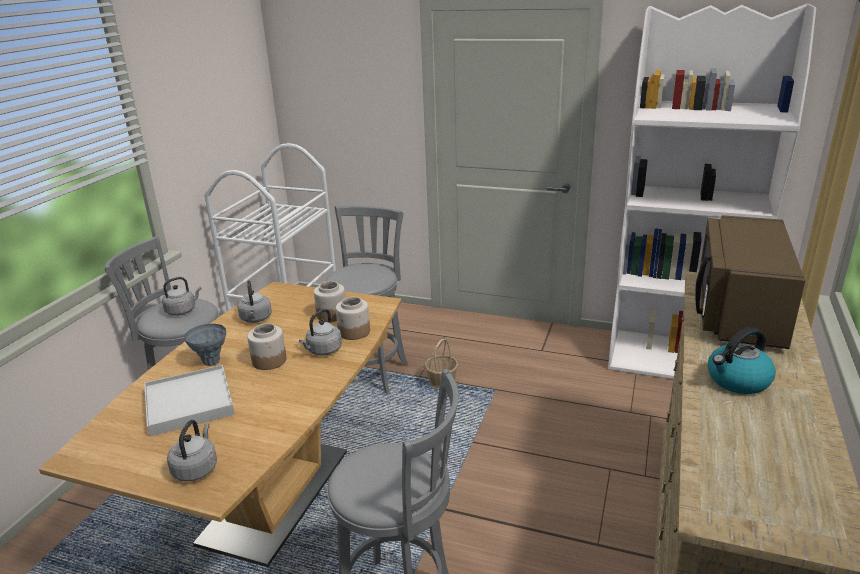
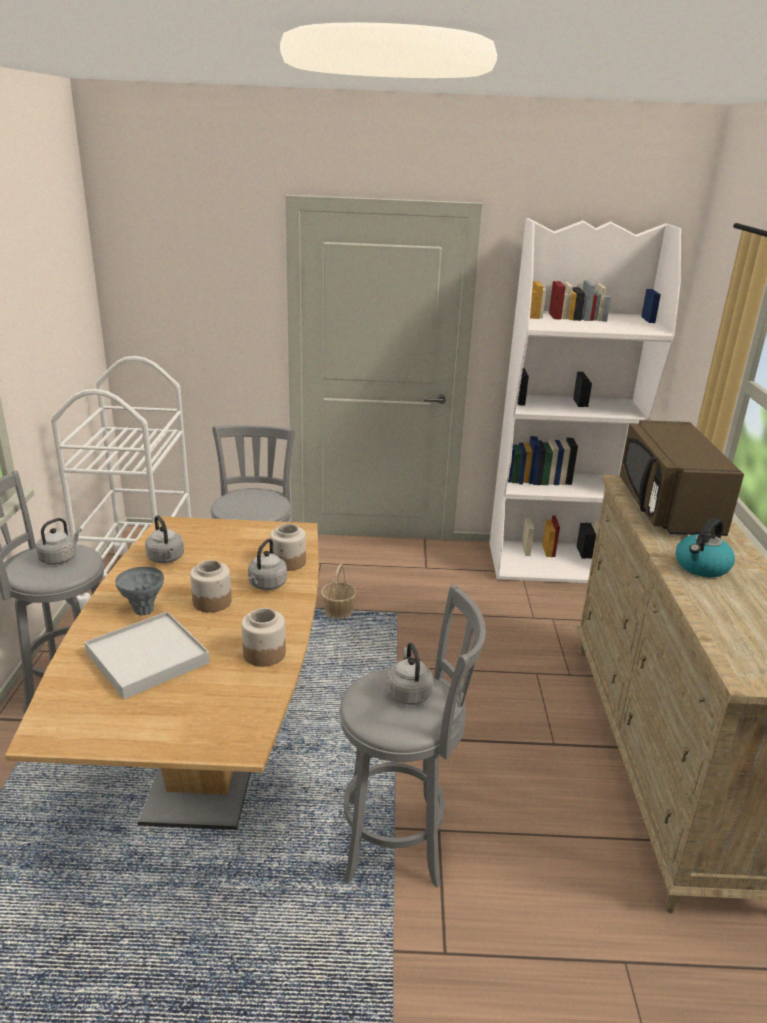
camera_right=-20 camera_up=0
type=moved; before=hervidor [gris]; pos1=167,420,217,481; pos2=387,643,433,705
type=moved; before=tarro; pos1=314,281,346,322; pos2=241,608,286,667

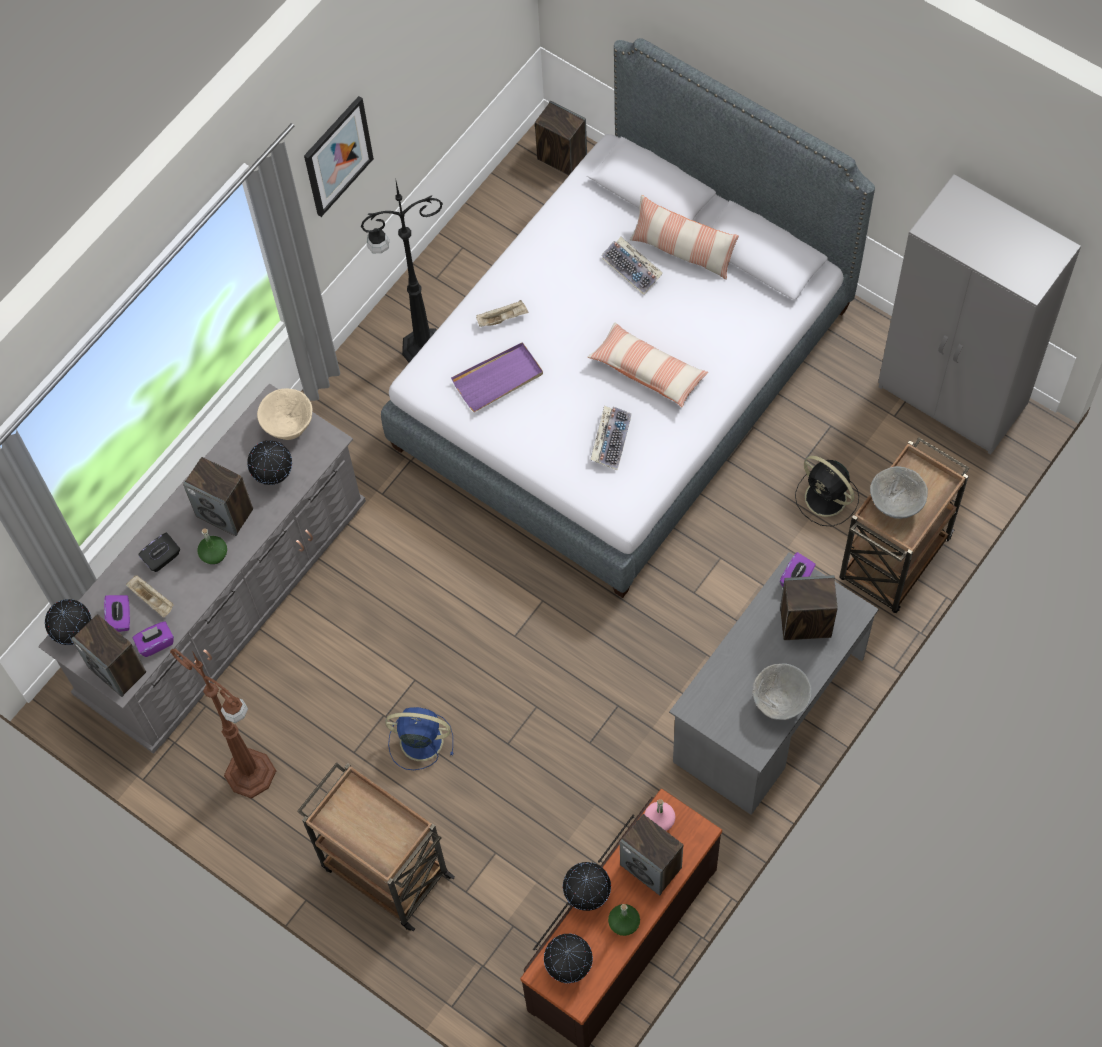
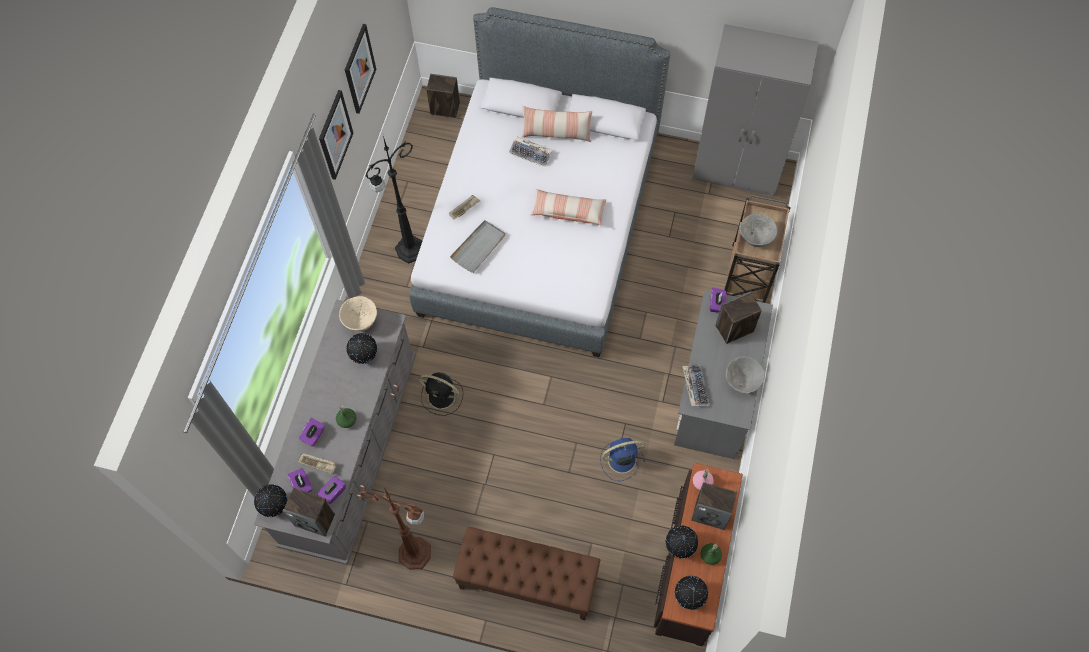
camera_right=-25 camera_up=0
type=removed; before=altavoz; pos1=183,457,253,536
type=added; after=cuadro; pos2=345,24,376,114
type=moved; before=ventilador [azul]; pos1=385,707,453,770; pos2=600,438,646,481
type=moved; before=teclado; pos1=590,406,631,470; pos2=682,364,710,406
type=moved; before=ventilador [negro]; pos1=795,456,859,526; pos2=419,372,463,416
type=replaced; before=carrito [marrón]; after=banco [marrón]; pos1=297,763,455,931; pos2=453,527,601,620
type=recoloured; before=caja de pañuelos [negro]; after=caja de pañuelos [morado]; pos1=138,533,180,572; pos2=299,418,325,446
type=recoloured; before=bandeja [morado]; after=bandeja [gris]; pos1=451,342,543,412; pos2=450,220,506,273

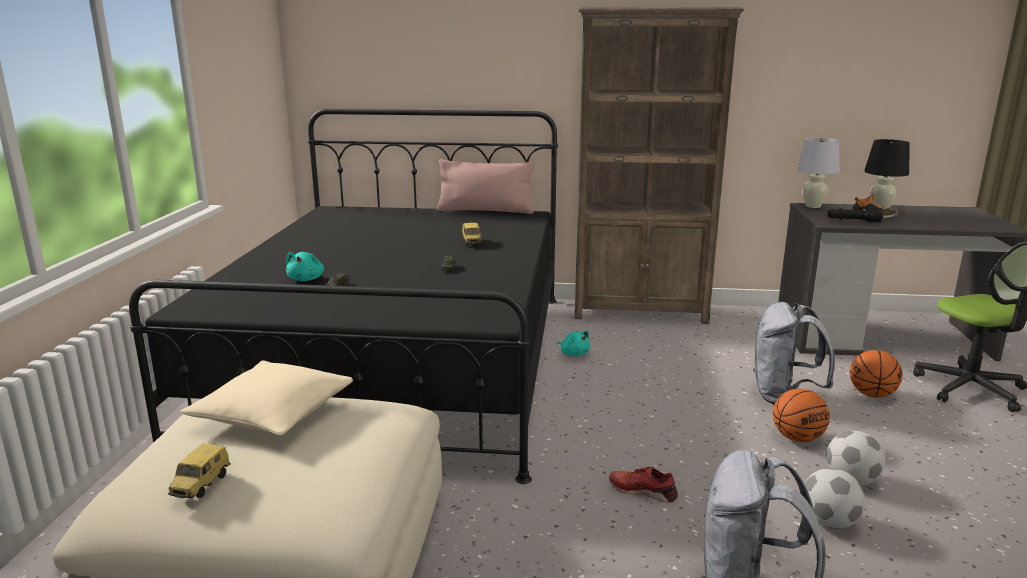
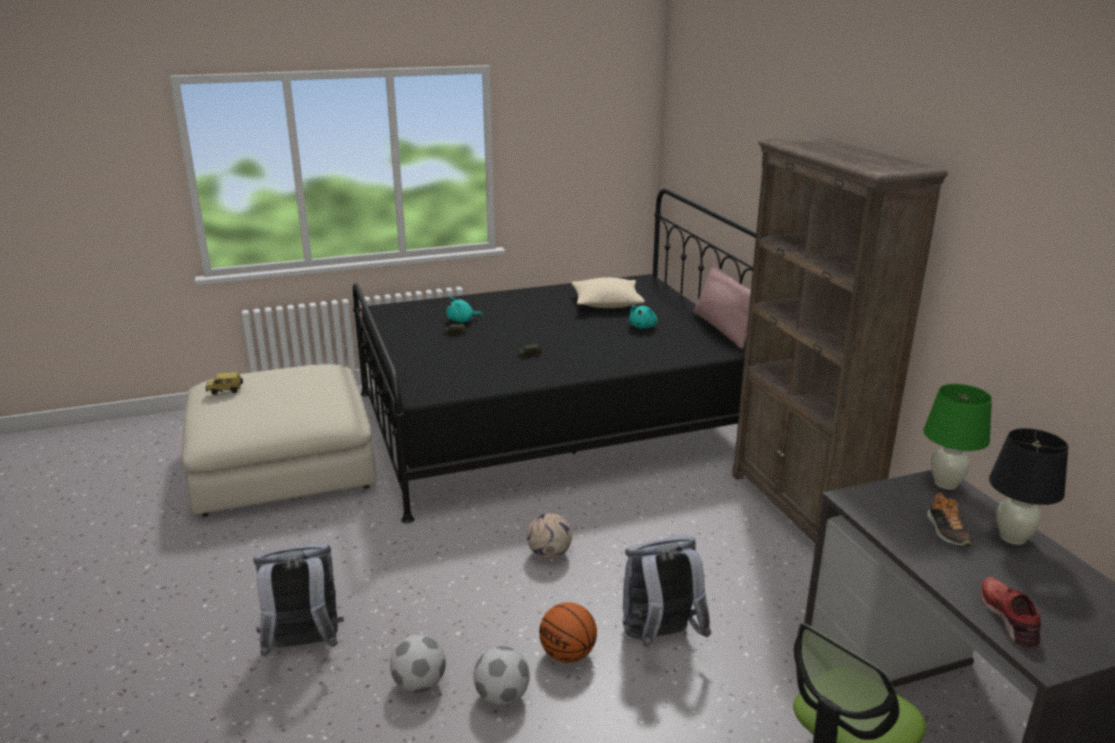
camera_right=65 camera_up=5
type=removed; before=coche de juguete; pos1=462,223,482,246
type=removed; before=linterna [negro]; pos1=827,207,883,222
type=removed; before=balón de baloncesto; pos1=850,350,902,398
type=added; after=balón de fútbol; pos2=527,513,572,559
type=moved; before=cojín [beis]; pos1=181,361,353,436; pos2=571,277,645,308
type=moved; before=peluche [turquesa]; pos1=556,331,590,356; pos2=629,305,658,329
type=moved; before=zapato [rojo]; pos1=609,467,678,502; pos2=981,577,1041,647
type=recoloured; before=lámpara de mesa [blanco]; after=lámpara de mesa [verde]; pos1=797,138,840,208; pos2=924,384,992,489

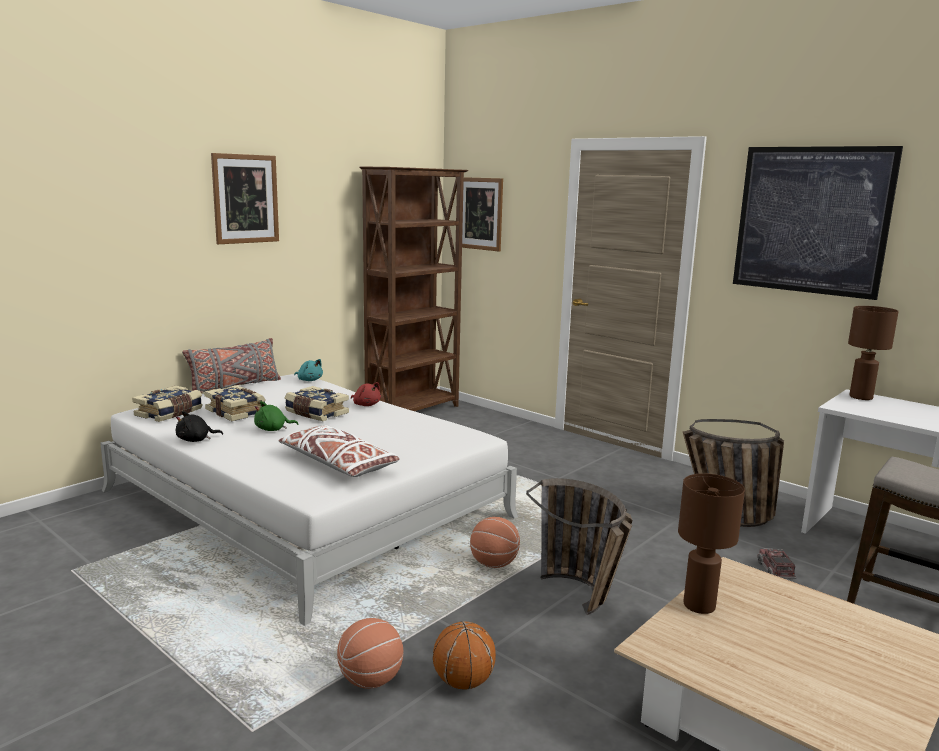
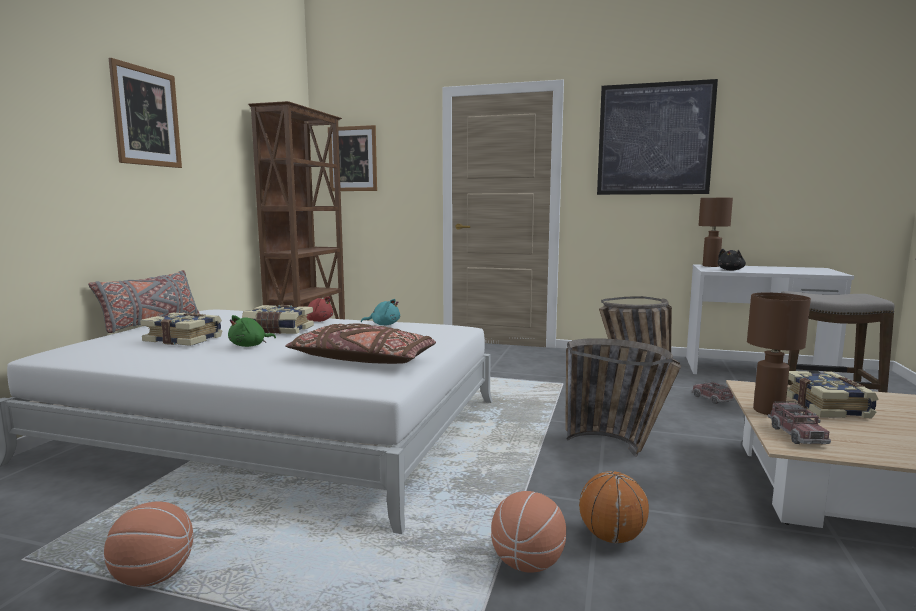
camera_right=-25 camera_up=-5
type=added; after=camión de juguete; pos2=768,401,831,444
type=moved; before=libro; pos1=132,386,203,422; pos2=787,371,878,418
type=moved; before=peluche [negro]; pos1=176,411,223,442; pos2=718,249,746,271
type=moved; before=peluche [turquesa]; pos1=294,359,323,381; pos2=361,299,400,325
type=moved; before=balón de baloncesto; pos1=470,517,520,568; pos2=104,501,193,587
type=recoloured; before=cojín [blanco]; after=cojín [marrón]; pos1=278,425,399,477; pos2=285,324,436,364

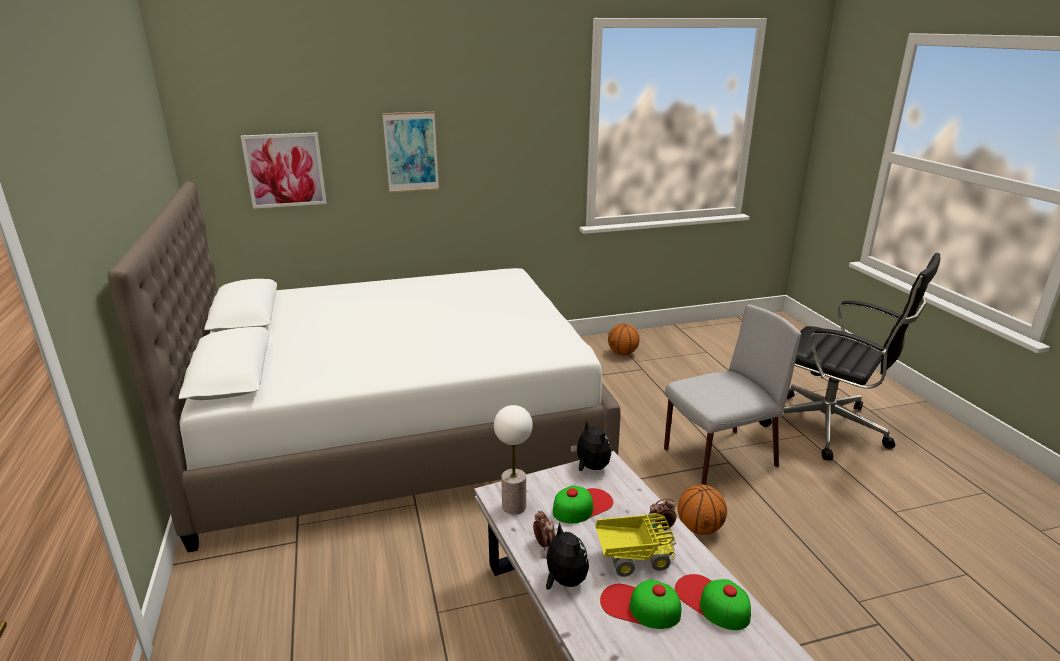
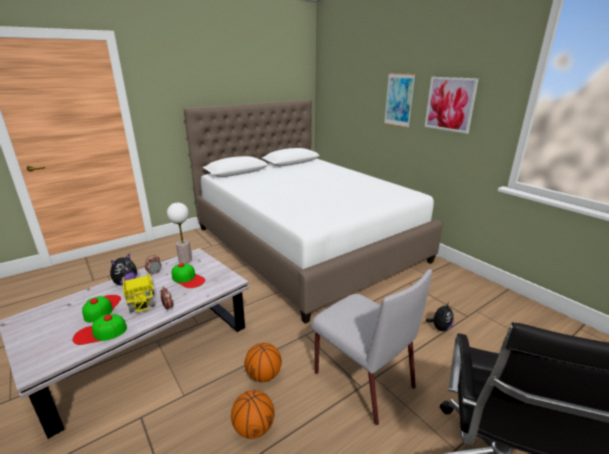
camera_right=70 camera_up=0
type=moved; before=cuadro; pos1=241,133,327,209; pos2=425,77,479,134
type=moved; before=peluche; pos1=571,420,611,471; pos2=426,302,454,331
type=moved; before=balón de baloncesto; pos1=608,323,640,355; pos2=231,390,275,439
type=turned; before=gorra; pos1=675,574,751,630; pos2=73,314,127,345; turn=-135

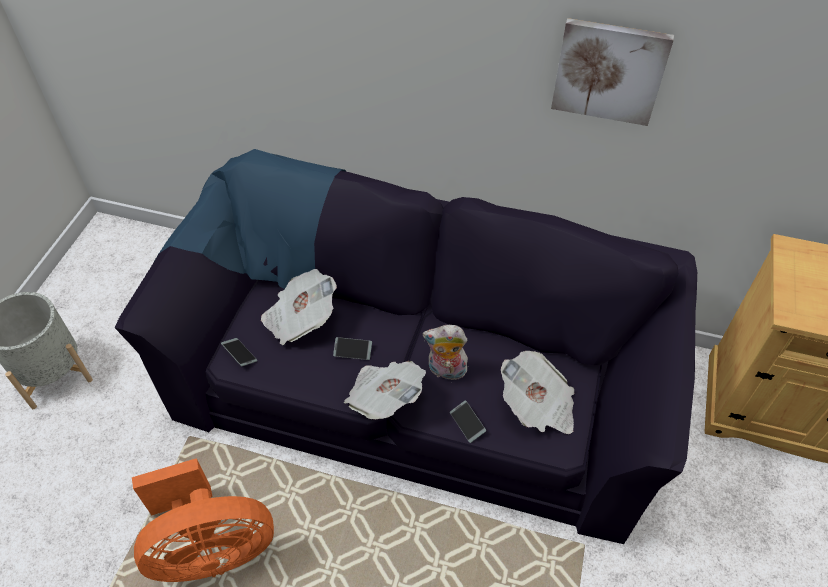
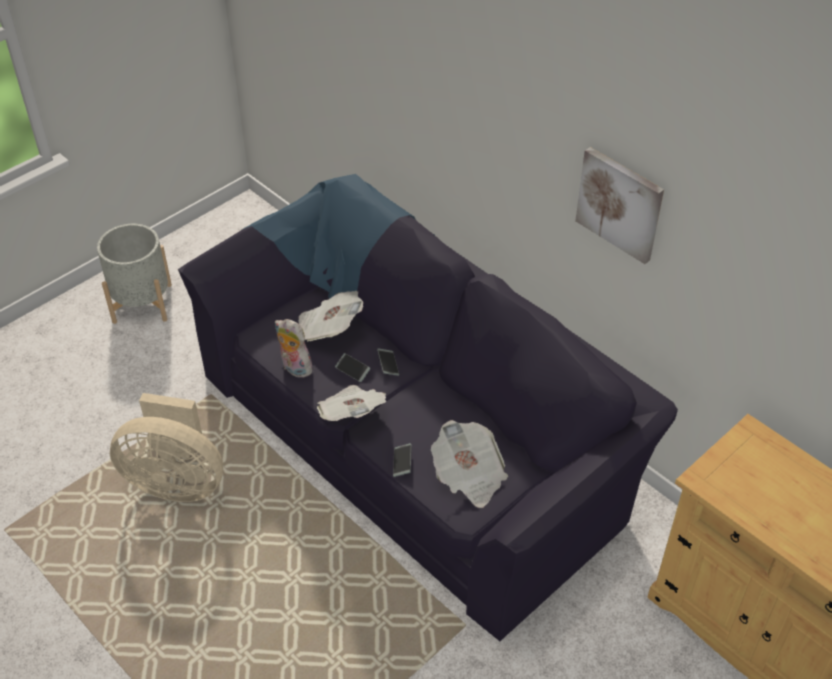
camera_right=30 camera_up=-5
type=moved; before=móvil; pos1=221,338,257,366; pos2=377,348,399,376
type=moved; before=peluche; pos1=423,325,470,380; pos2=275,319,314,378
type=recoloured; before=ventilador [naranja]; after=ventilador [beis]; pos1=132,458,274,582; pos2=110,393,223,502

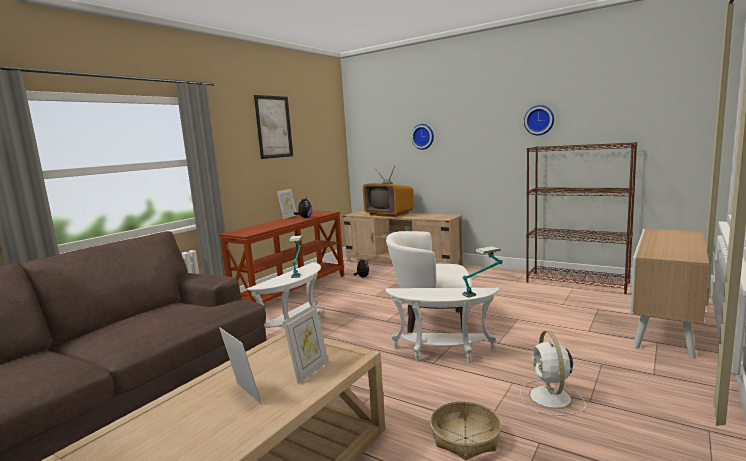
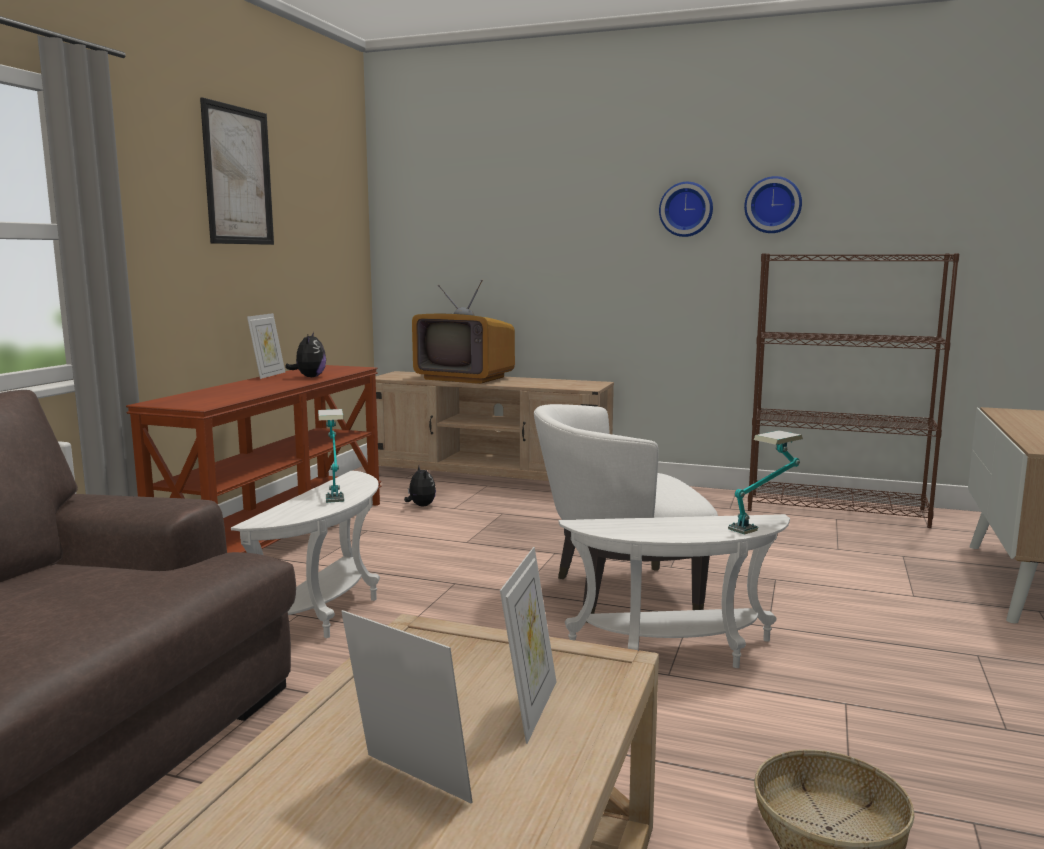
camera_right=-15 camera_up=0
type=removed; before=ventilador [blanco]; pos1=520,331,586,416
type=moved; before=reloj de pared; pos1=411,124,434,150; pos2=659,182,713,237

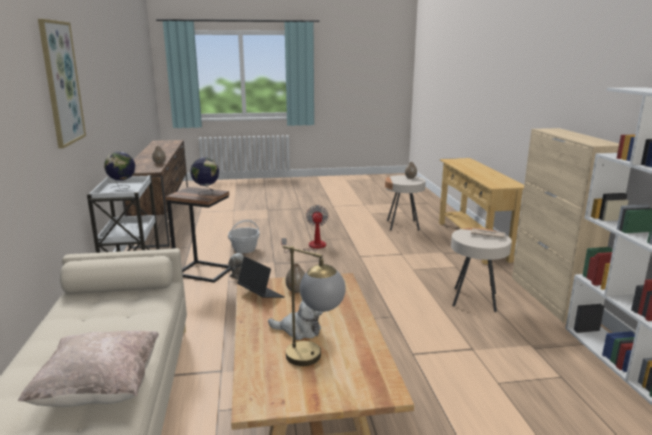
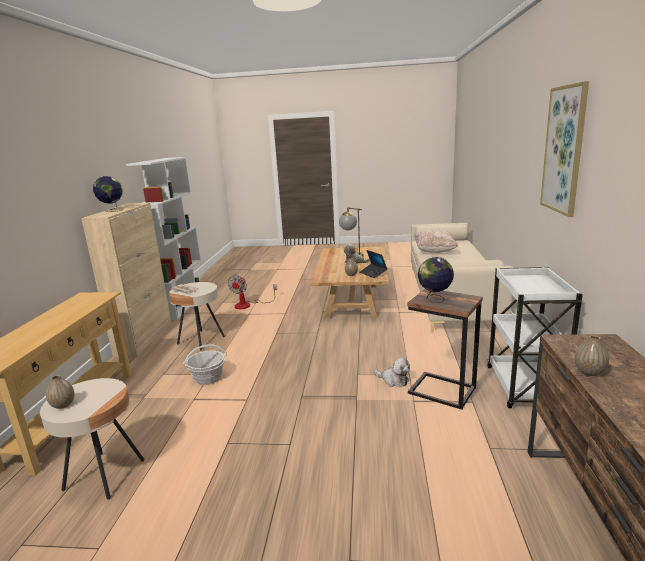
camera_right=-165 camera_up=0
type=moved; before=globo terráqueo; pos1=104,152,135,189; pos2=93,176,123,212
type=moved; before=cesta; pos1=228,220,260,253; pos2=183,344,227,385
type=moved; before=ventilador; pos1=281,205,329,253; pos2=228,275,277,309

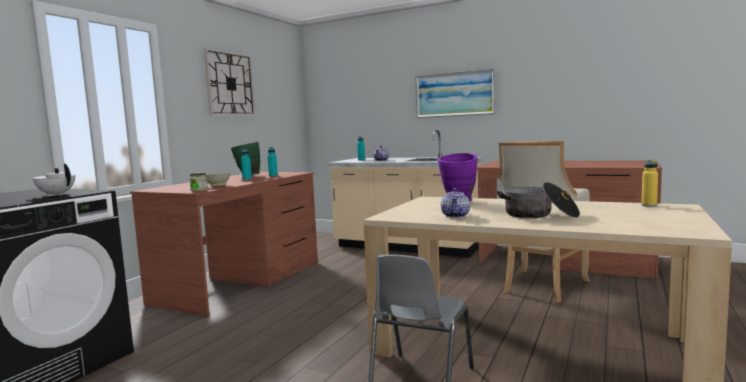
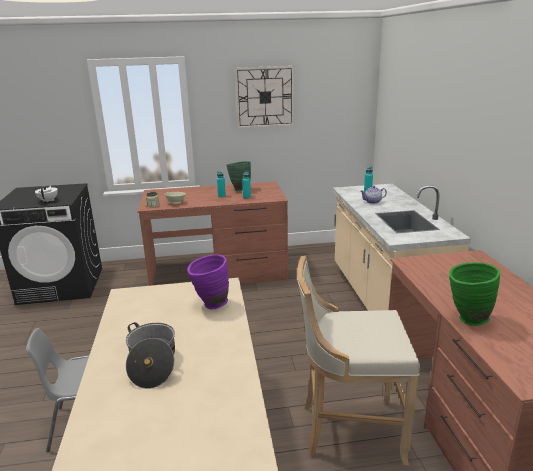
camera_right=55 camera_up=15
type=removed; before=cuadro; pos1=415,69,495,118
type=removed; before=tetera; pos1=441,188,470,218
type=removed; before=botella [amarillo]; pos1=641,159,658,207
type=added; after=florero [verde]; pos2=449,262,500,326

